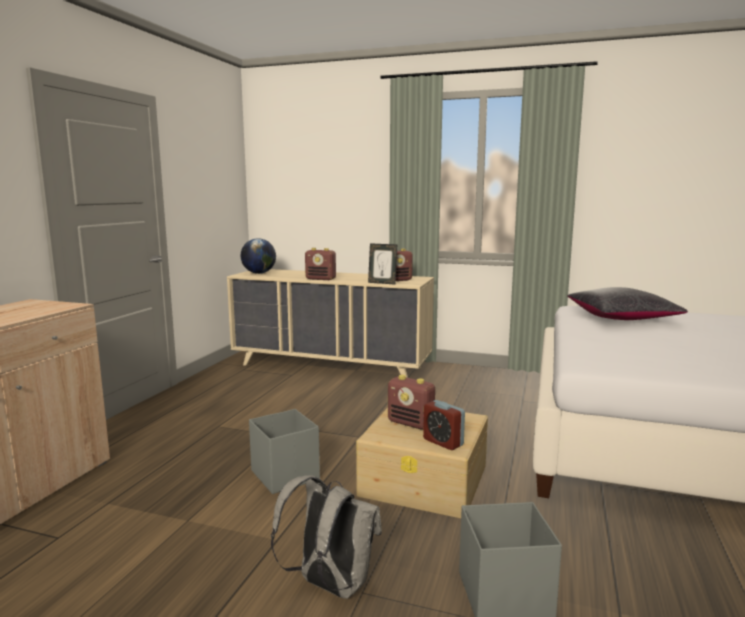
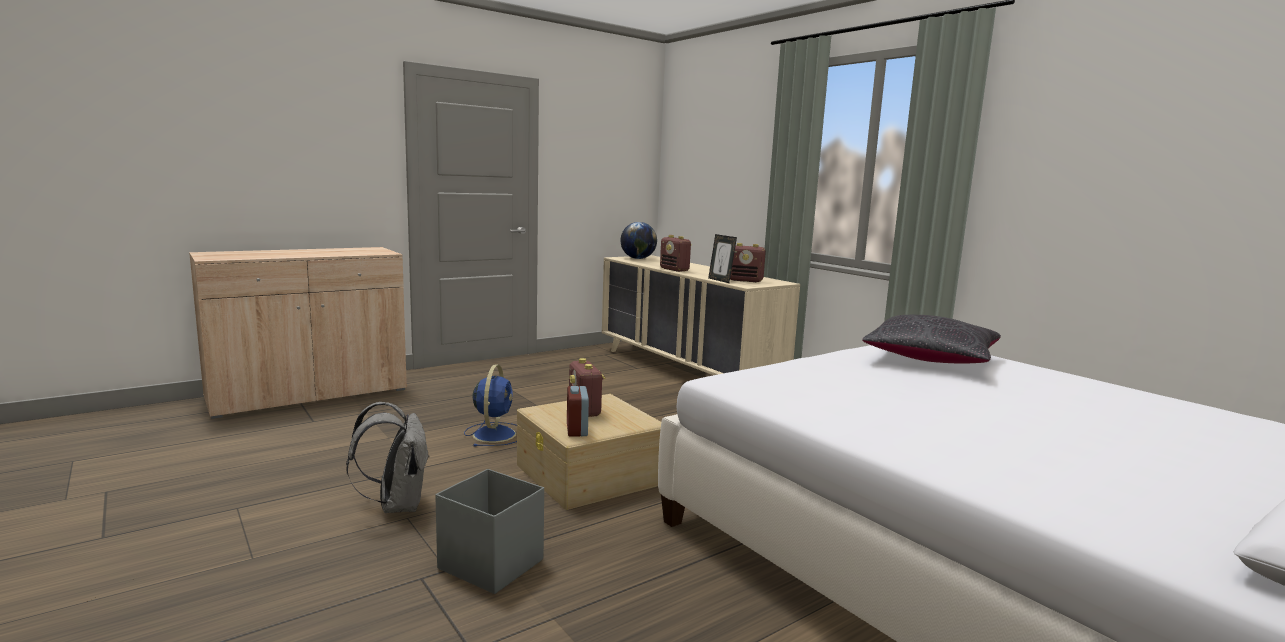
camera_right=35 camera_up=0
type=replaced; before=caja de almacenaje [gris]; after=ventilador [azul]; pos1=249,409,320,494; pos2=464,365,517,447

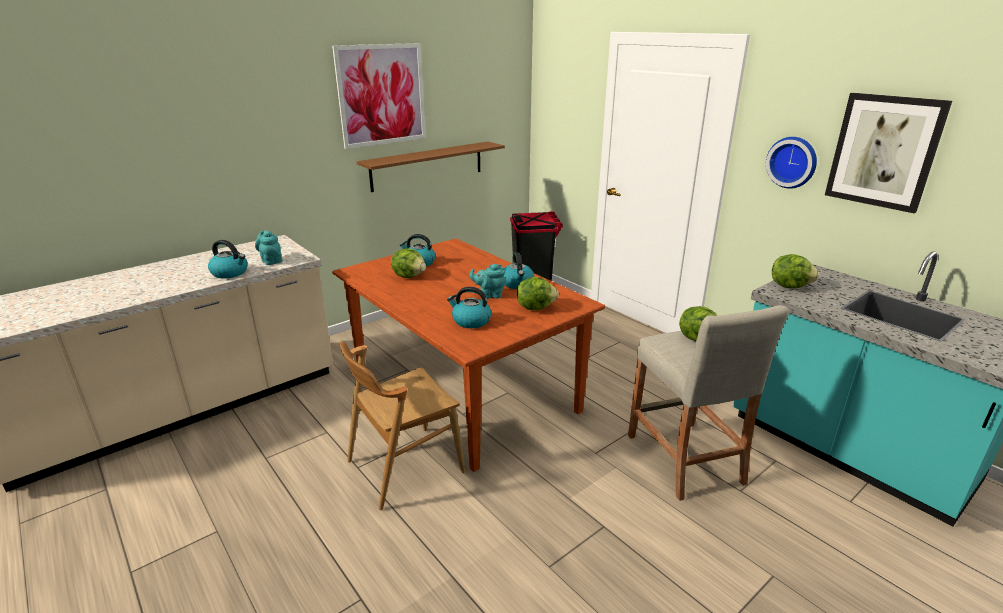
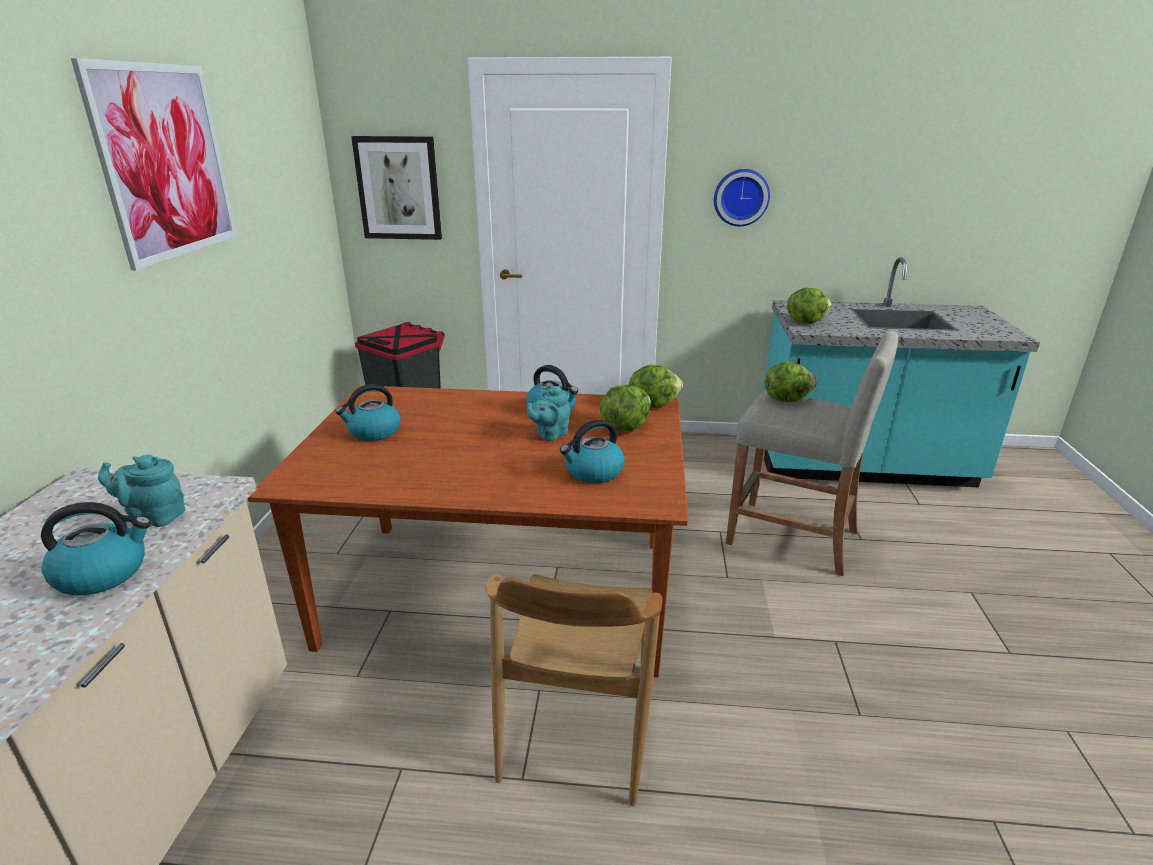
camera_right=-45 camera_up=0
type=removed; before=estante [marrón]; pos1=357,142,505,192
type=moved; before=lechuga; pos1=391,248,426,278; pos2=629,365,683,408
type=moved; before=cuadro; pos1=825,93,952,213; pos2=351,136,442,240

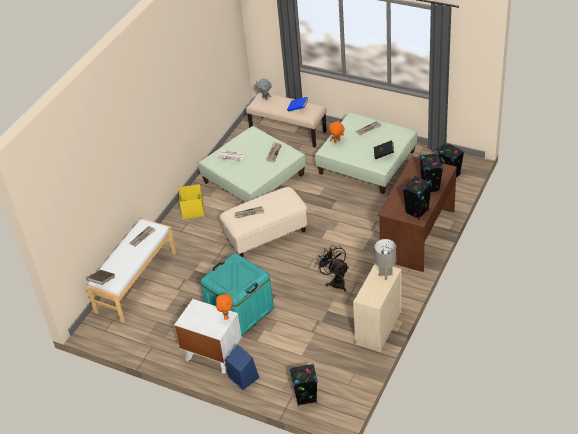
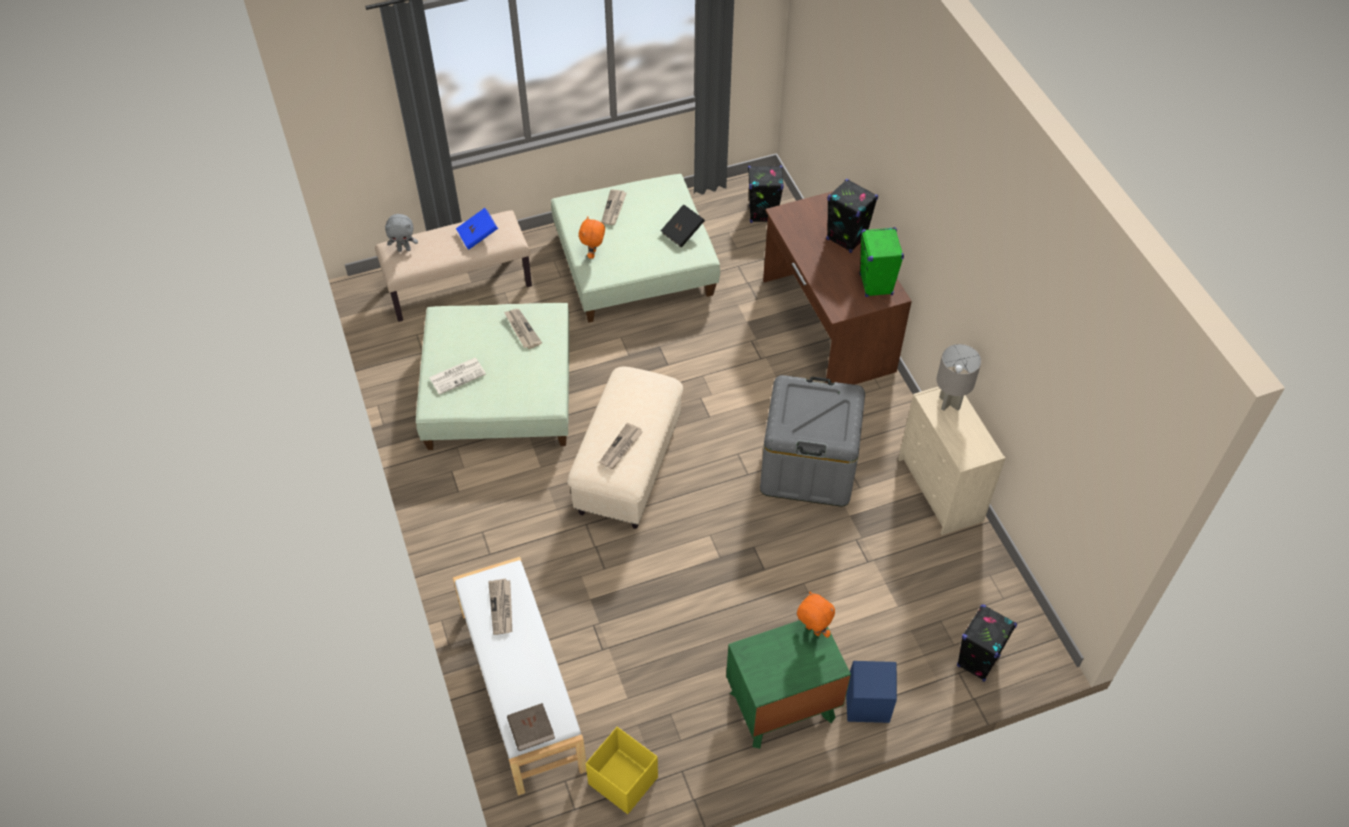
camera_right=-50 camera_up=10
type=removed; before=caja de almacenaje [turquesa]; pos1=200,253,274,336
type=moved; before=caja de almacenaje [amarillo]; pos1=179,184,204,219; pos2=586,727,658,814
type=replaced; before=ventilador [negro]; after=caja de almacenaje [gris]; pos1=316,244,349,292; pos2=760,375,865,507
type=recoloured; before=mesita de noche [blanco]; after=mesita de noche [verde]; pos1=174,299,242,374; pos2=726,620,851,749
type=recoloured; before=altavoz [negro]; after=altavoz [verde]; pos1=403,176,432,220; pos2=859,227,904,297

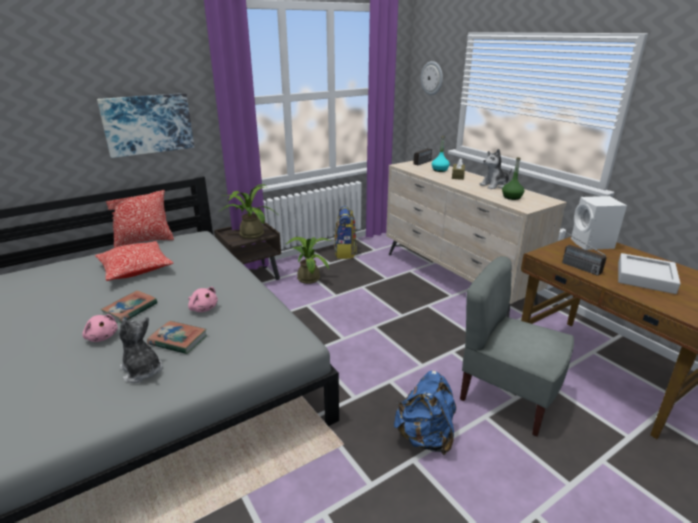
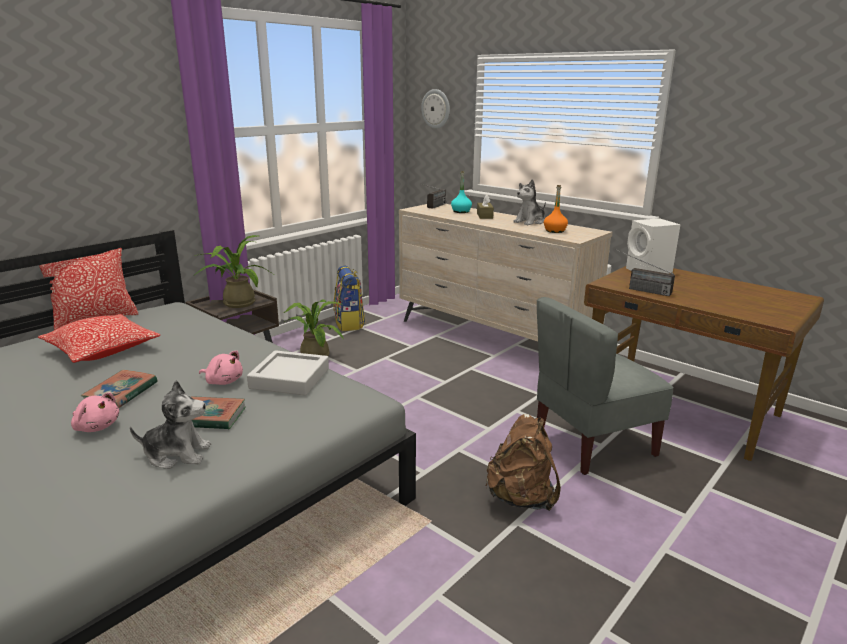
camera_right=-15 camera_up=-5
type=removed; before=cuadro; pos1=97,93,194,158
type=moved; before=bandeja [gris]; pos1=618,253,680,294; pos2=247,350,329,396
type=recoloured; before=mochila [azul]; after=mochila [marrón]; pos1=394,370,456,455; pos2=485,414,561,511
type=recoloured; before=botella [verde]; after=botella [naranja]; pos1=502,157,525,200; pos2=544,185,568,233
type=turned; before=peluche; pos1=119,317,163,383; pos2=130,380,211,469; turn=150
type=turned; before=silla [gris]; pos1=460,256,574,436; pos2=537,297,673,475; turn=-45

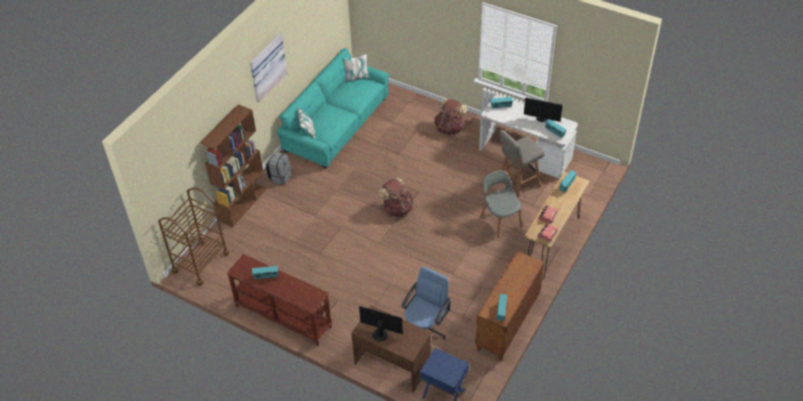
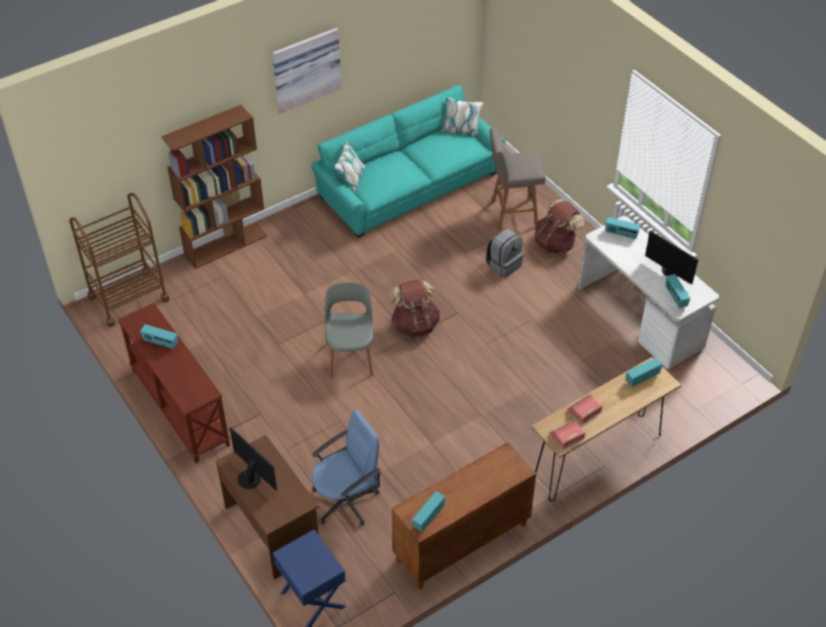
camera_right=25 camera_up=0
type=moved; before=mochila [gris]; pos1=266,152,291,185; pos2=486,229,523,278
type=moved; before=silla [gris]; pos1=480,170,522,238; pos2=325,282,374,378
type=moved; before=taburete [gris]; pos1=499,130,545,198; pos2=490,127,546,231

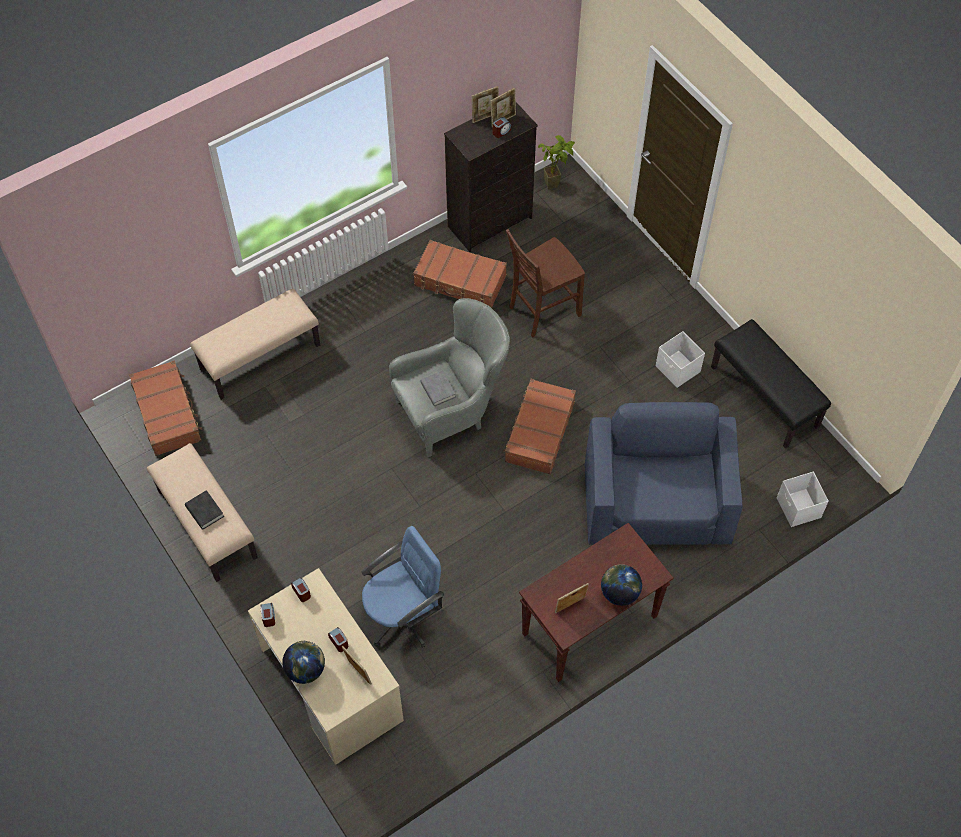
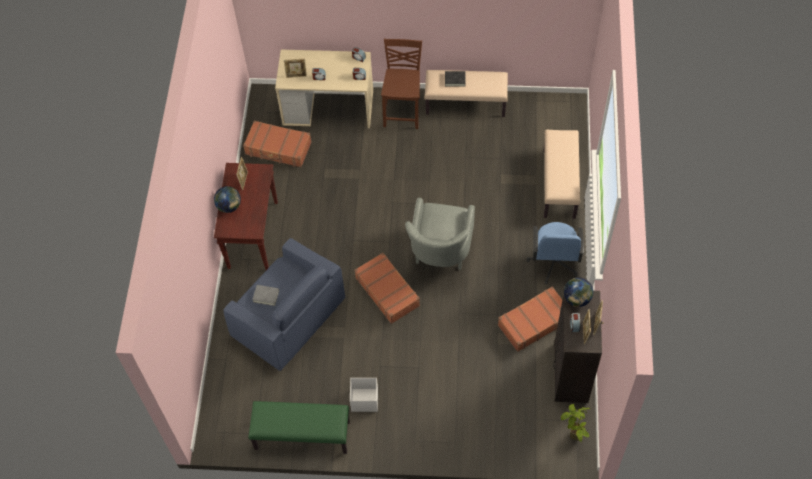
camera_right=130 camera_up=0
type=removed; before=caja de almacenaje [blanco]; pos1=777,472,829,527
type=moved; before=maleta [marrón]; pos1=129,361,202,456; pos2=243,120,312,167
type=moved; before=globo terráqueo; pos1=282,641,325,684; pos2=564,277,593,307
type=moved; before=silla de oficina [azul]; pos1=362,526,444,648; pos2=526,222,584,284
type=moved; before=libro [gris]; pos1=421,371,456,406; pos2=252,285,279,306
type=moved; before=silla [marrón]; pos1=506,229,585,337; pos2=381,38,422,129
type=recoloured; before=banco [negro]; after=banco [verde]; pos1=711,319,831,449; pos2=248,401,350,454

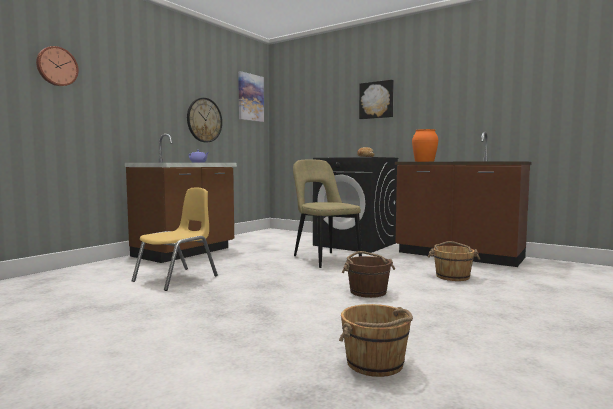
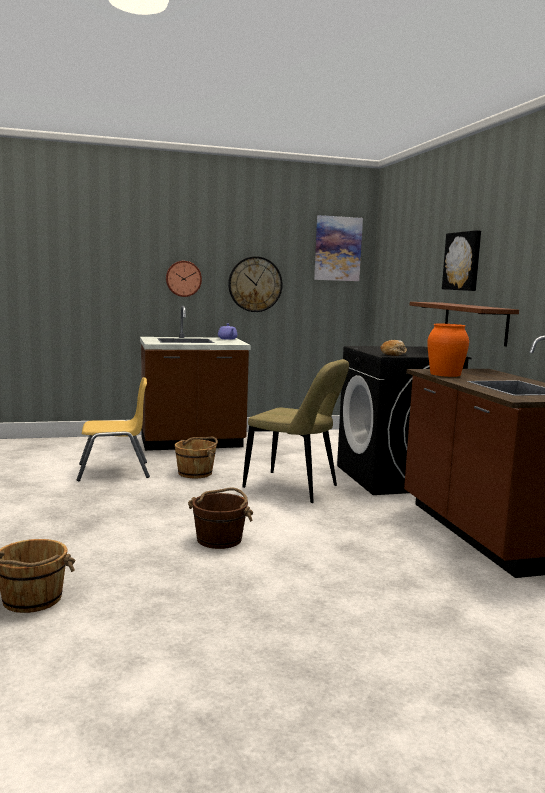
camera_right=40 camera_up=5
type=added; after=estante [marrón]; pos2=410,302,519,346
type=moved; before=reloj de pared; pos1=36,46,79,86; pos2=166,261,202,297
type=moved; before=cubo [marrón]; pos1=428,241,480,281; pos2=175,437,218,478
type=turned; before=silla [beis]; pos1=293,159,362,268; pos2=242,359,349,503; turn=105

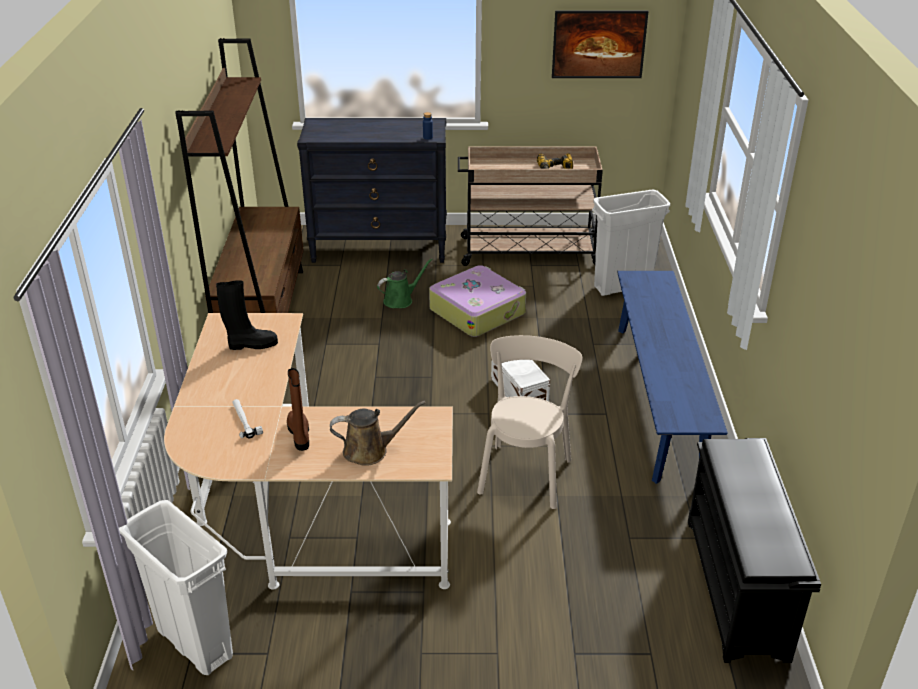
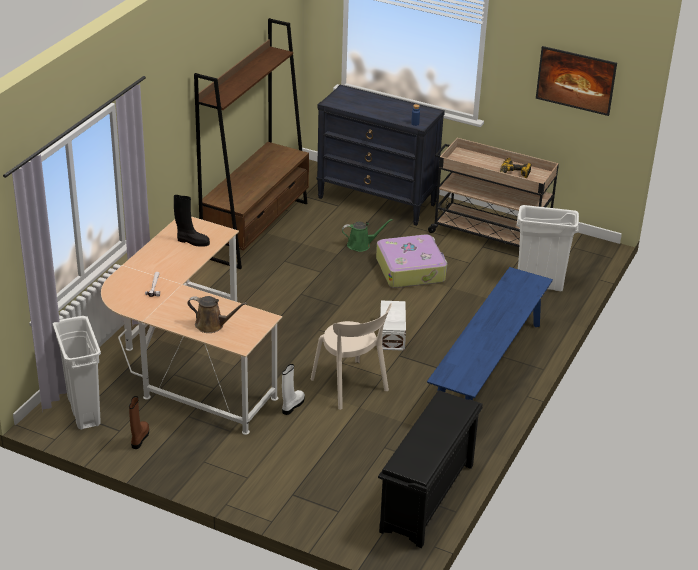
camera_right=25 camera_up=0
type=added; after=bota [blanco]; pos2=282,364,305,415
type=moved; before=bota [marrón]; pos1=287,368,309,451; pos2=129,396,149,449
type=turned; before=silla [beis]; pos1=477,335,583,509; pos2=311,303,392,410; turn=105

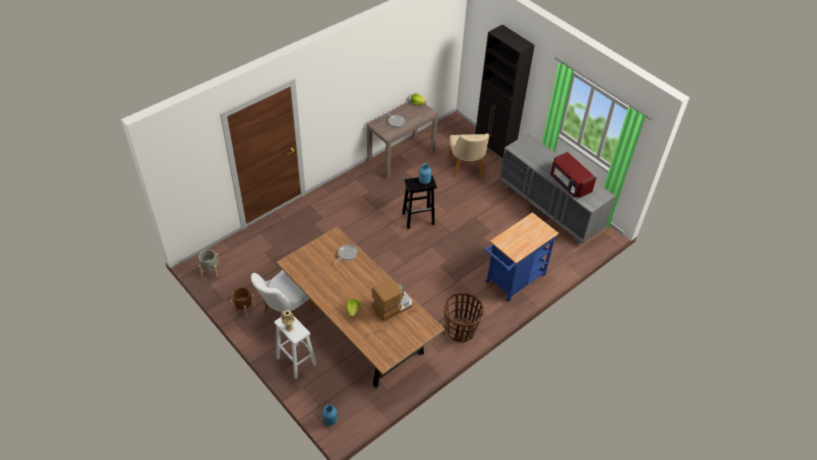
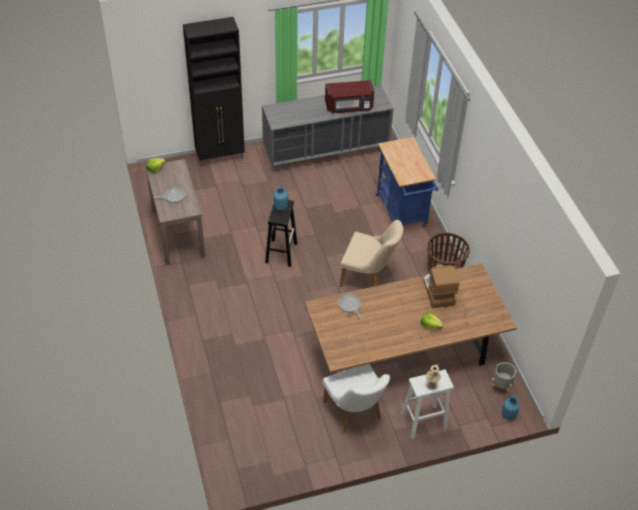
camera_right=-65 camera_up=0
type=removed; before=maceta [marrón]; pos1=230,287,256,318
type=moved; before=maceta [gris]; pos1=199,250,220,277; pos2=489,362,517,398
type=moved; before=silla [beis]; pos1=449,134,490,177; pos2=340,220,403,287

